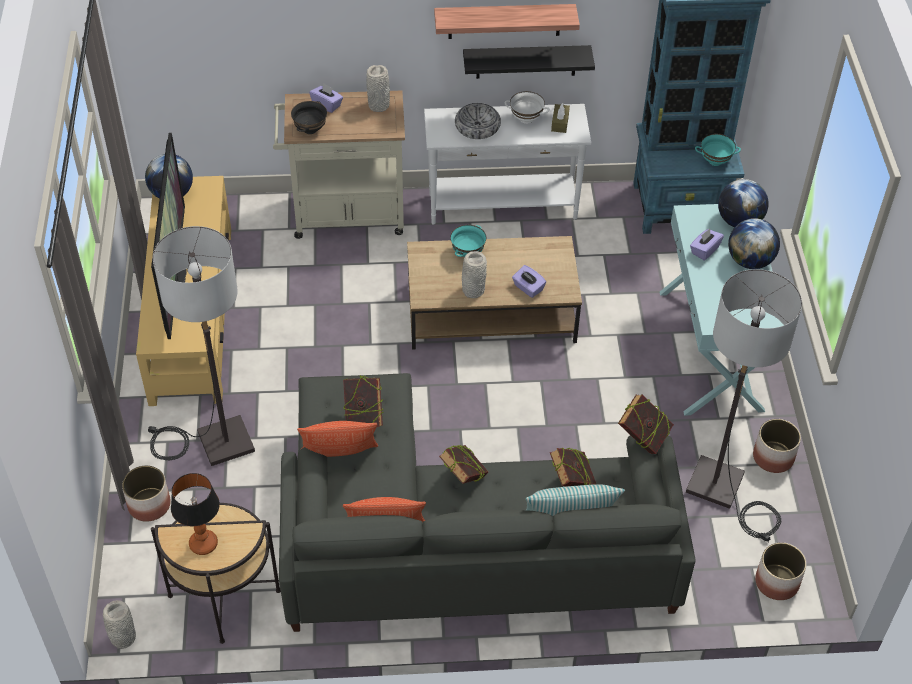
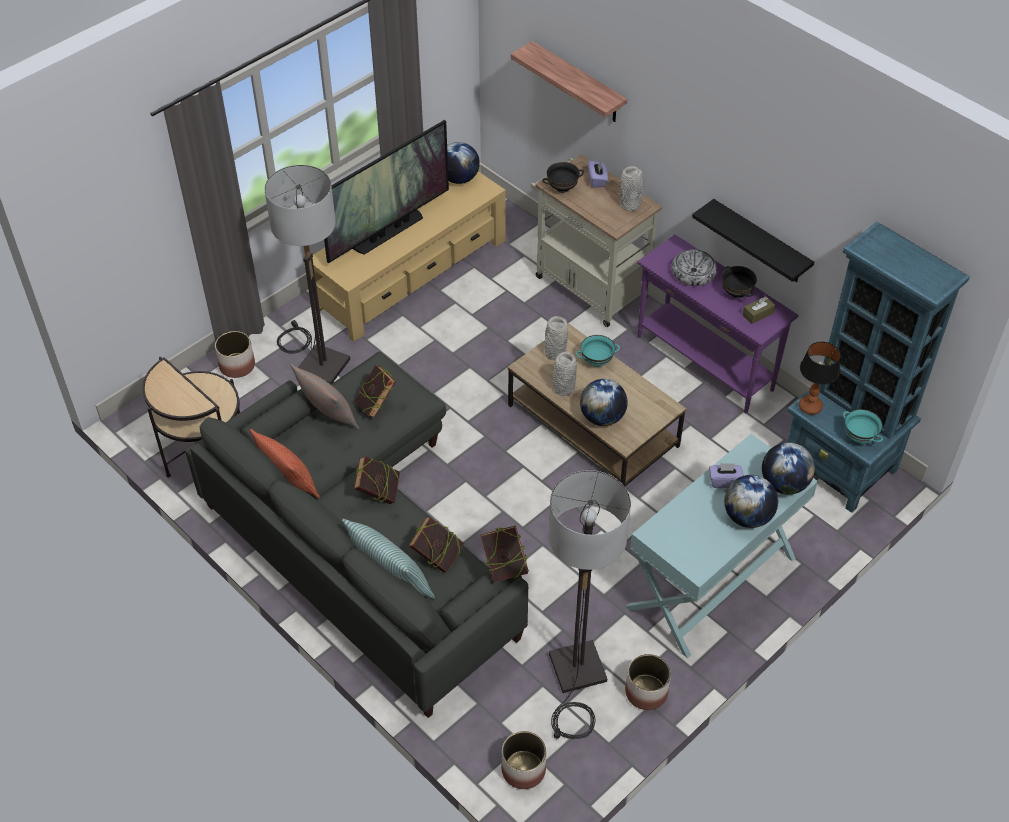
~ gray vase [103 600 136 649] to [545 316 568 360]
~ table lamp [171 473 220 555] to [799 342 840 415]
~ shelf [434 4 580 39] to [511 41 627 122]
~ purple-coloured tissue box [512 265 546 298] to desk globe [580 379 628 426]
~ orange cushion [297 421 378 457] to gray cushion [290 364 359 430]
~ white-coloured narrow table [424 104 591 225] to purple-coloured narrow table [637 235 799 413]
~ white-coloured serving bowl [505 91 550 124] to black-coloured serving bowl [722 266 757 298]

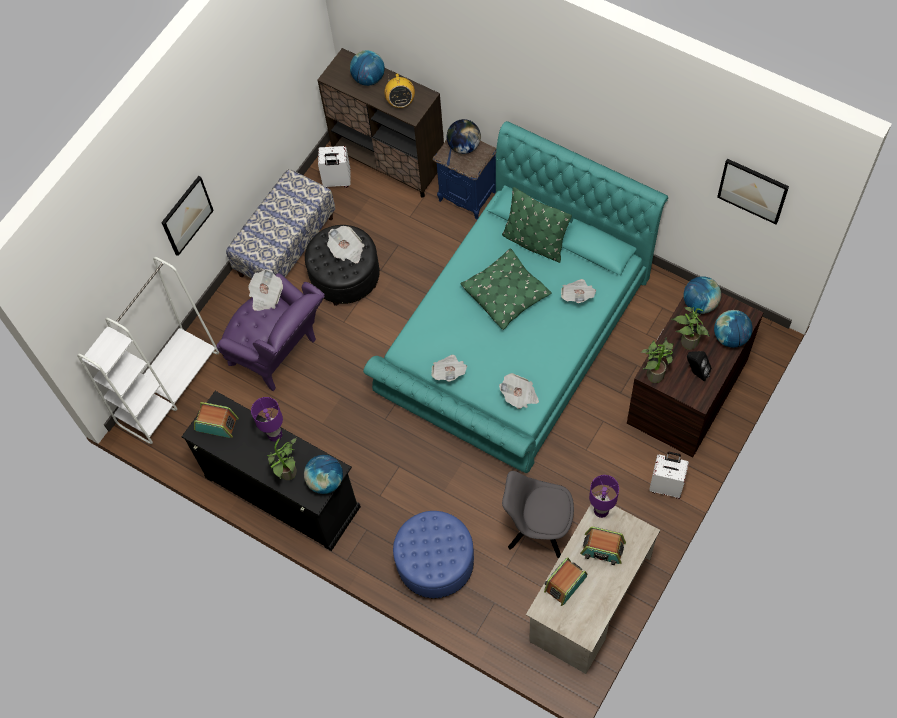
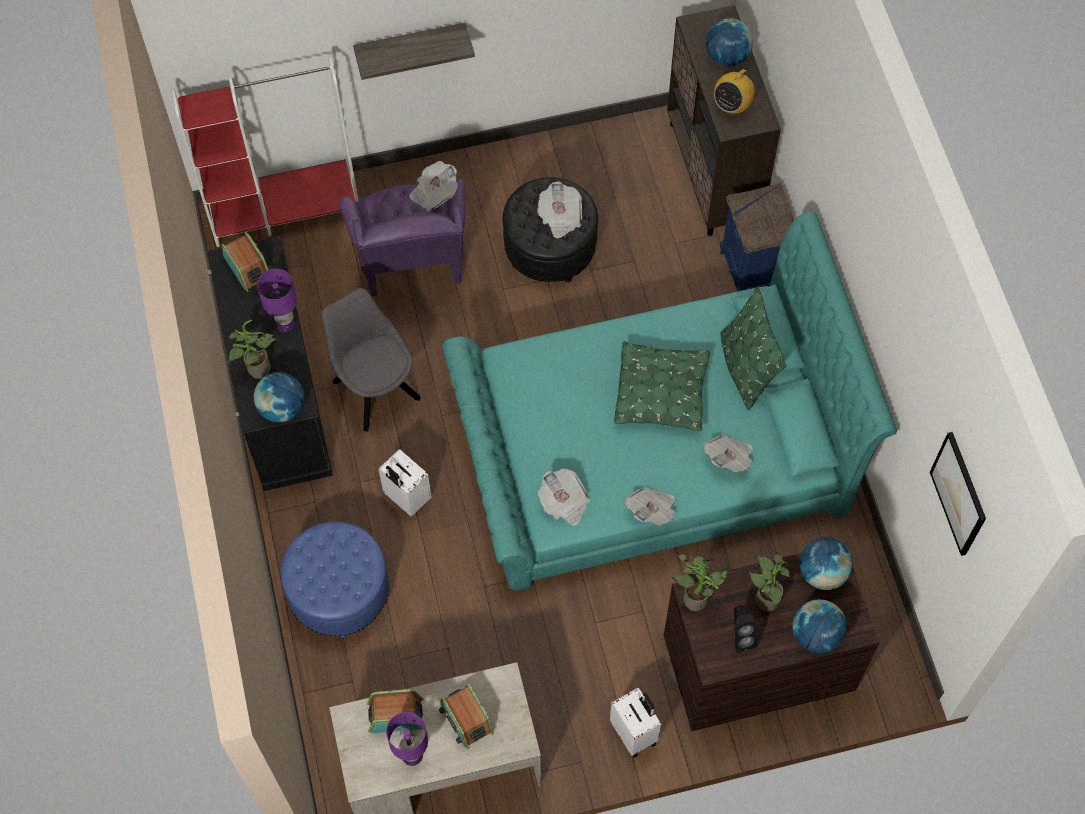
- indoor bench [226 169 335 278]
- desk globe [447 119 481 154]
~ white-coloured suitcase [318 146 351 188] to [378 449 431 517]
~ newspaper [431 355 467 382] to [626 486 675 525]
~ gray chair [502 471 574 559] to [321 288 421 432]
~ purple-coloured table lamp [589 475 619 518] to [386 712 428 766]
~ picture [161 176 214 256] to shelf [353 22 475 80]
~ white-coloured garment rack [77 257 219 444] to red garment rack [171 56 359 247]

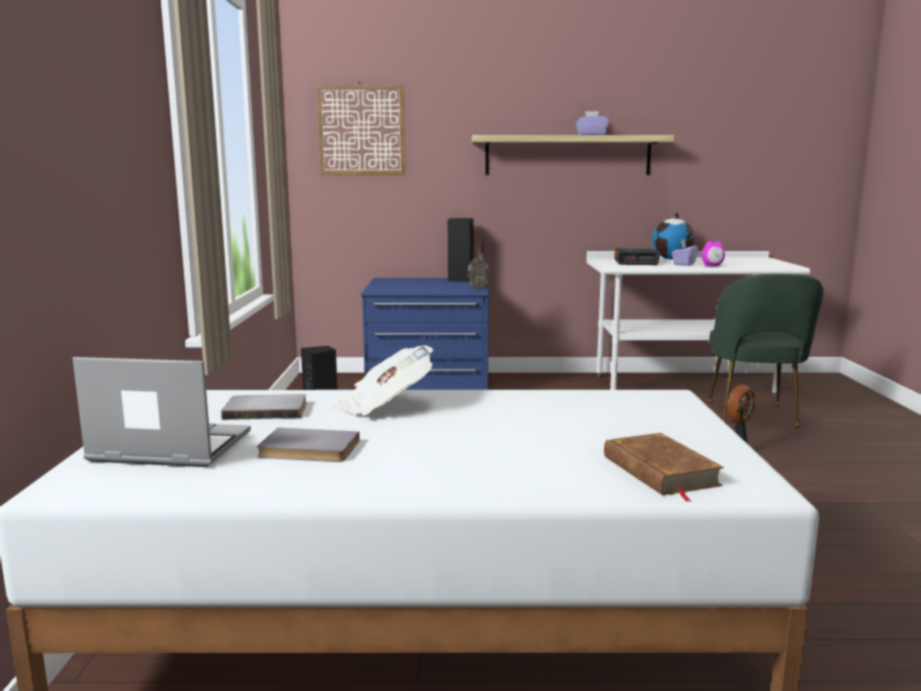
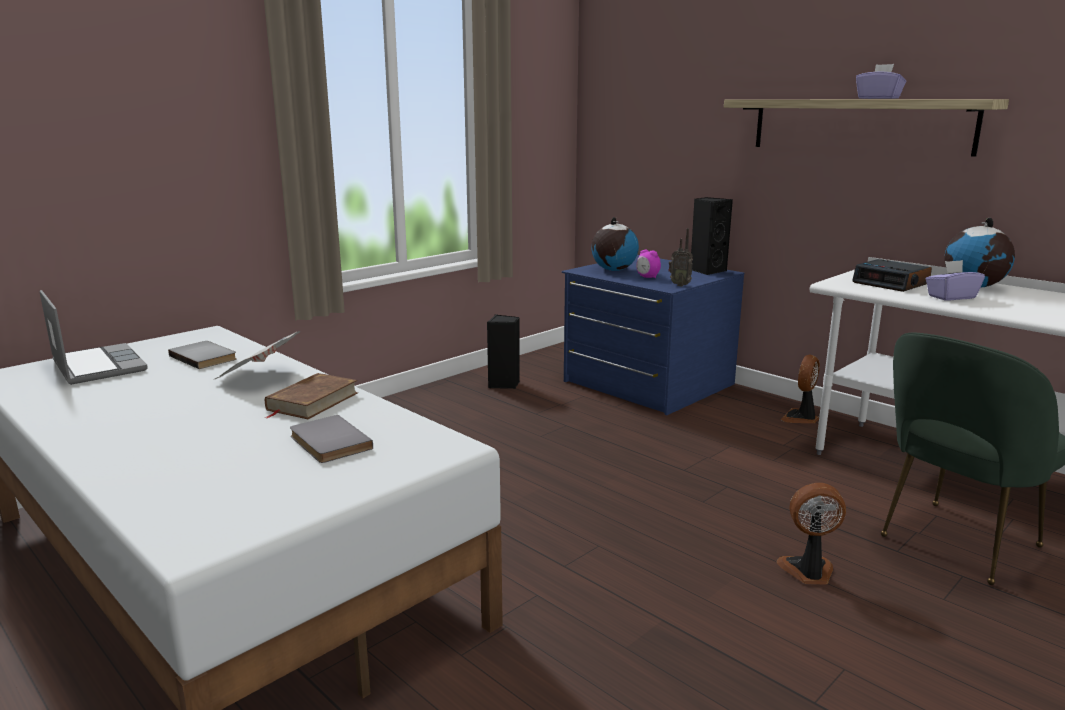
- picture [316 82 406 175]
+ desk globe [591 217 639 271]
+ fan [781 355 820 423]
~ gray book [257 428 360 462] to [290 415 373 463]
~ brown book [604 433 724 502] to [264 373 358 419]
~ alarm clock [702 241 725 266] to [636 250 661 278]

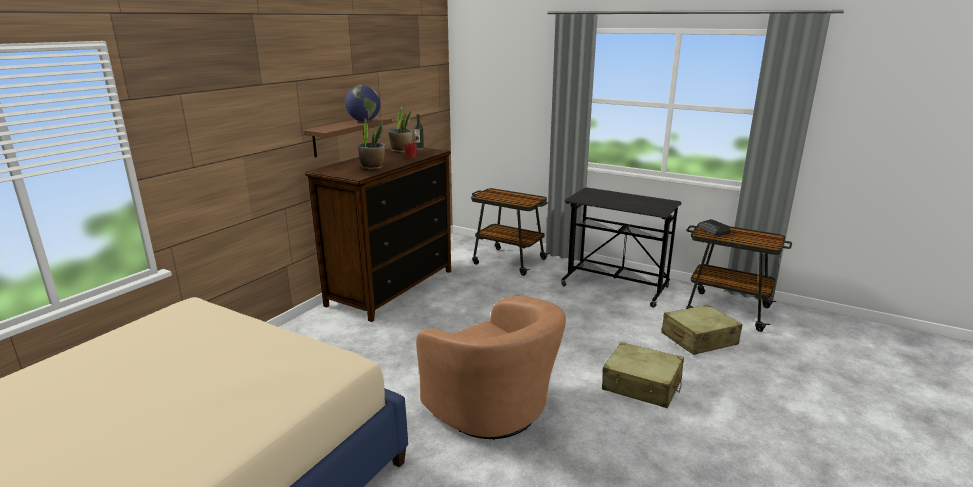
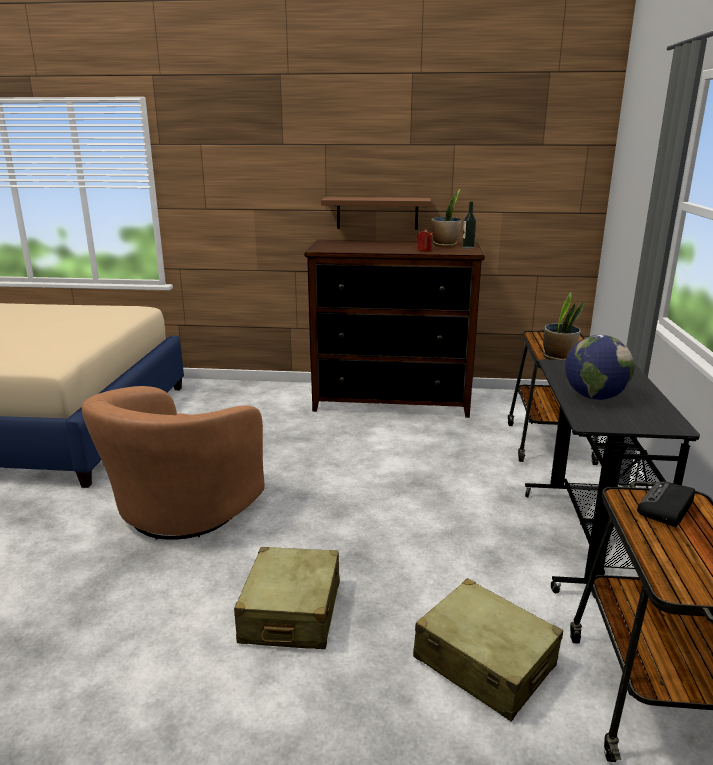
~ desk globe [345 85 381 121] to [565 335 634 400]
~ potted plant [358 118 385 170] to [543 292 584 360]

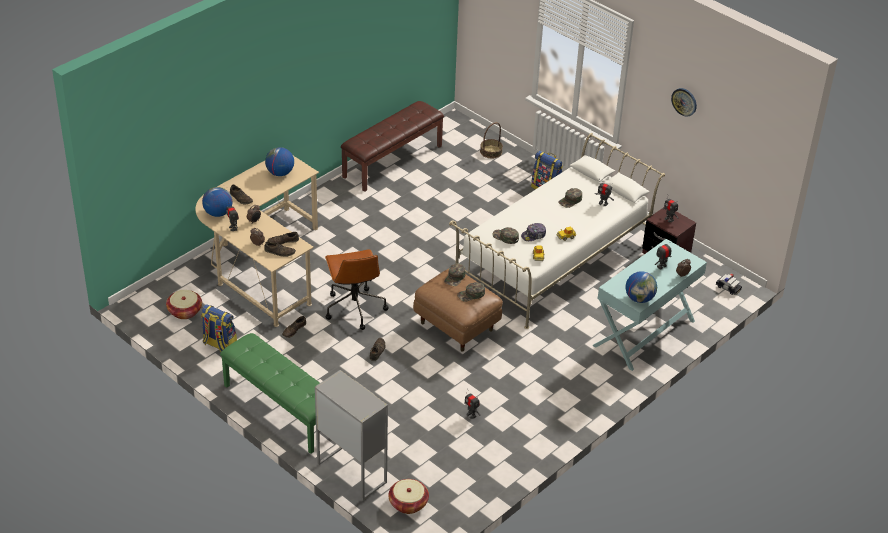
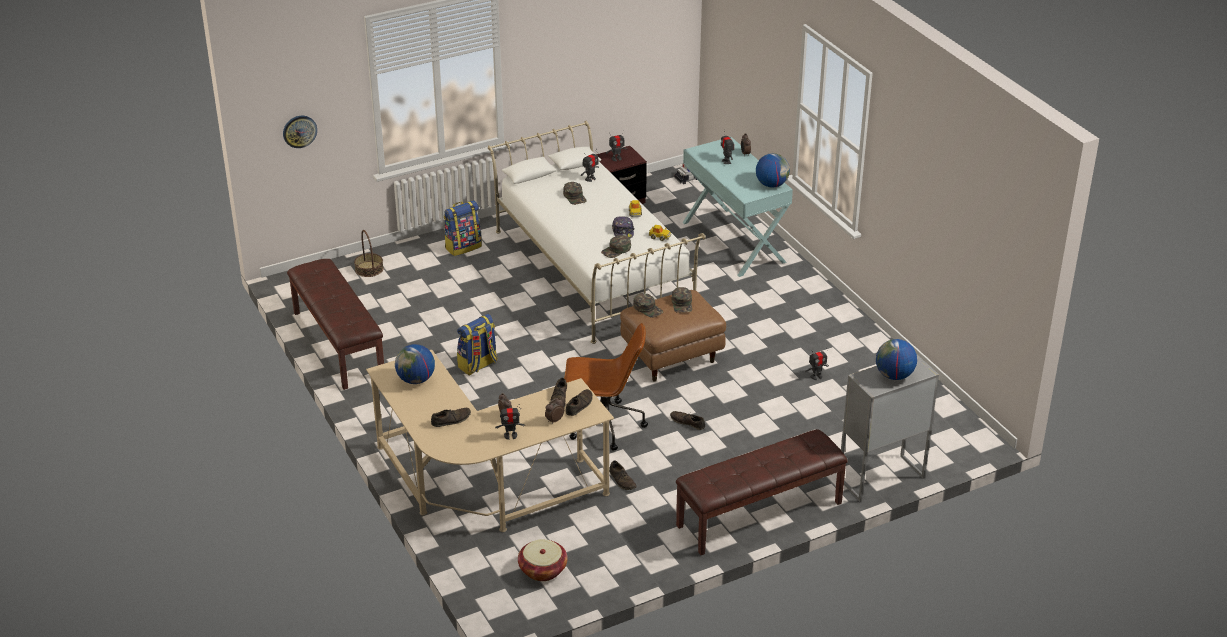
- household basket [388 479 429 514]
~ backpack [201 304 237 352] to [457 314 497 375]
~ desk globe [202 187 232 217] to [876 339 917 380]
~ clock on the wall [671 88 697 117] to [283 116 317 148]
~ green indoor bench [220 333 320 454] to brown indoor bench [676 429 848 555]

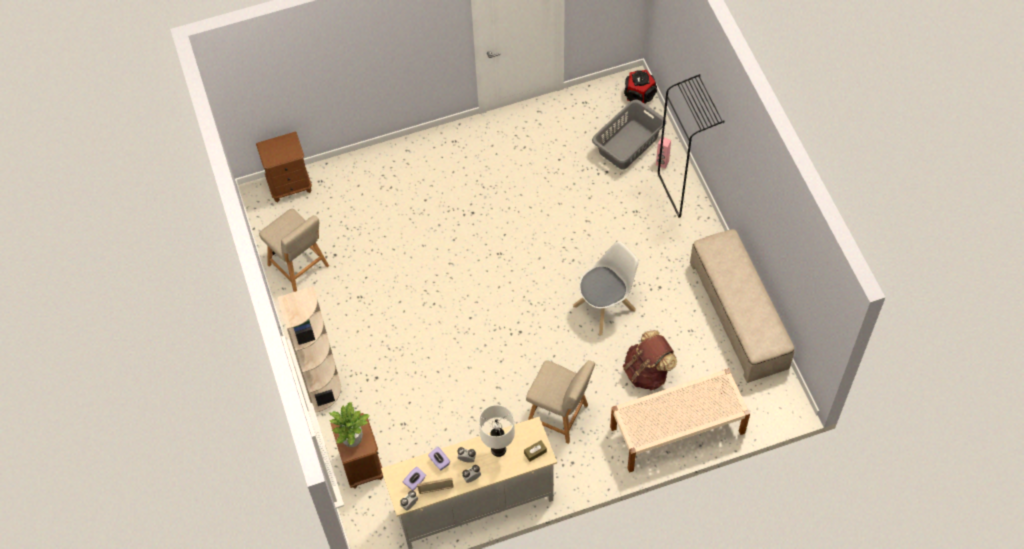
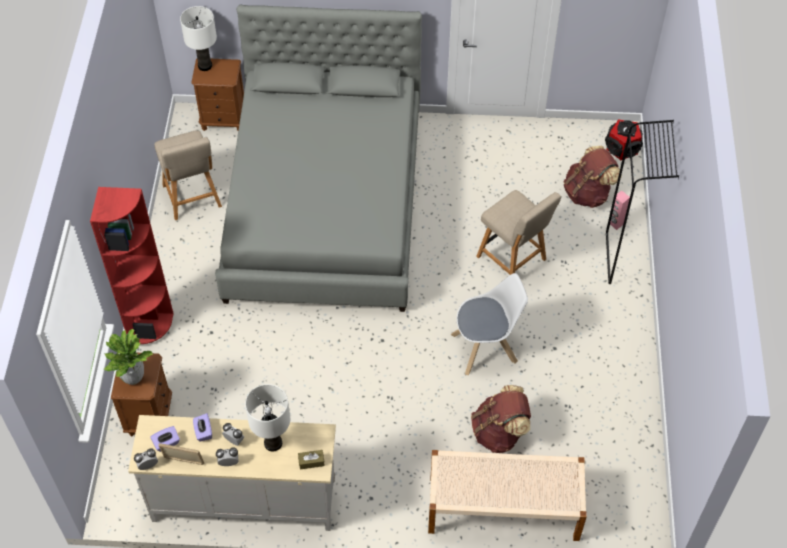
- sand-coloured indoor bench [690 229 795 383]
+ white-coloured table lamp [180 6 217 71]
+ gray bed [215 4 422 312]
~ sand-coloured chair [526 360 595 444] to [476 190 561 275]
~ gray washing basket [592 100 666 169] to brown backpack [563 146 622 208]
~ sand-coloured bookshelf [277 286 341 413] to red bookshelf [90 187 174 344]

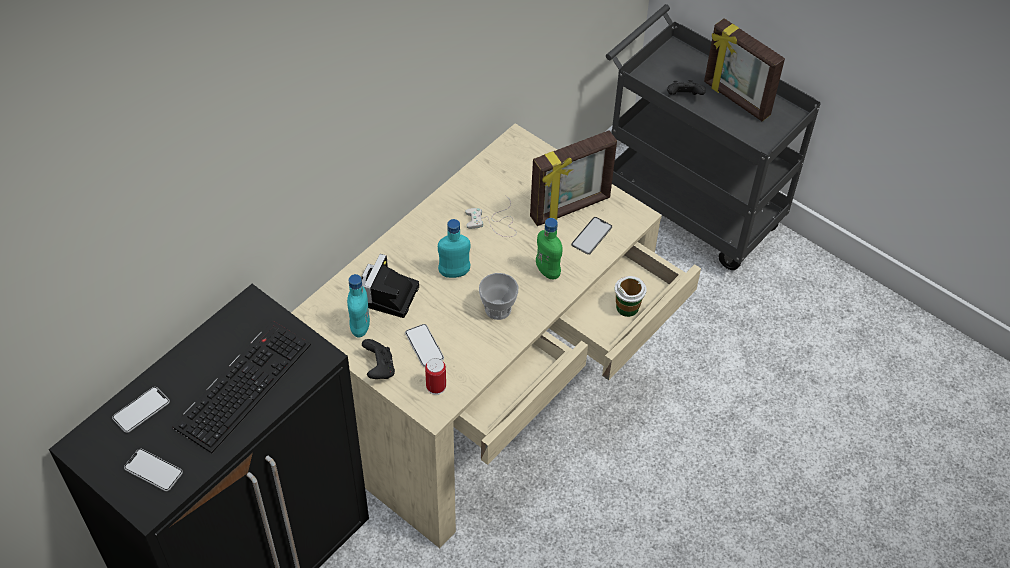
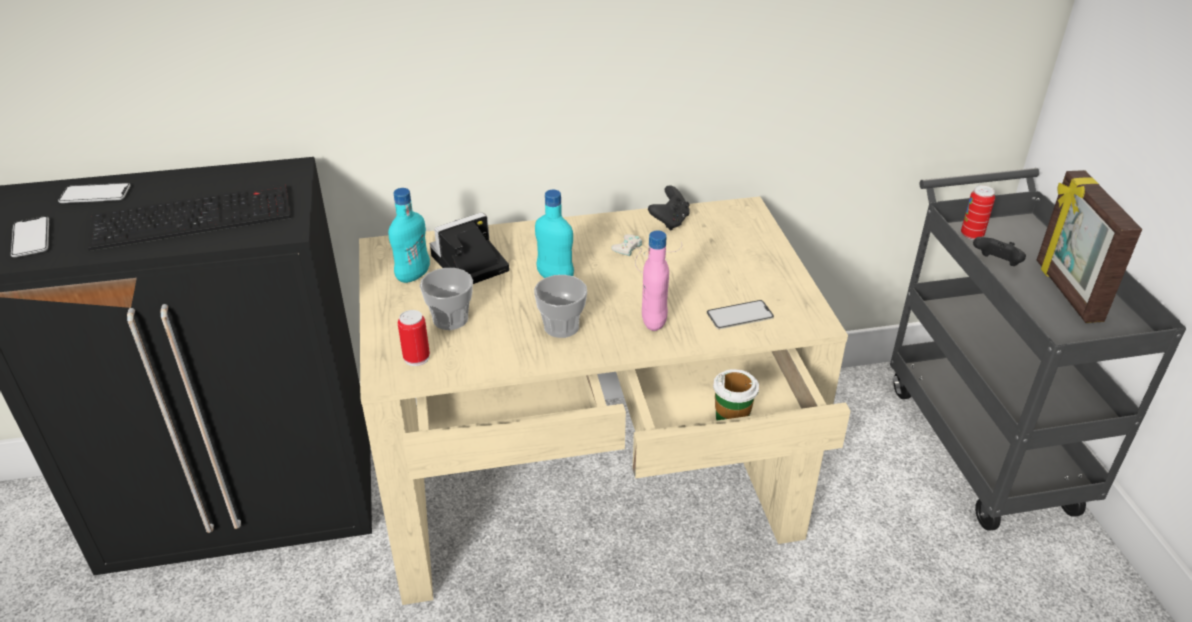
- picture frame [530 130 617 226]
+ metal can [961 185 995 240]
~ black-coloured gamepad [362 339 395 379] to [648 185 690 231]
~ handset [405 324 444 367] to cup [420 268 473 330]
~ green drink bottle [536 218 563 279] to pink-coloured drink bottle [642 231 669 331]

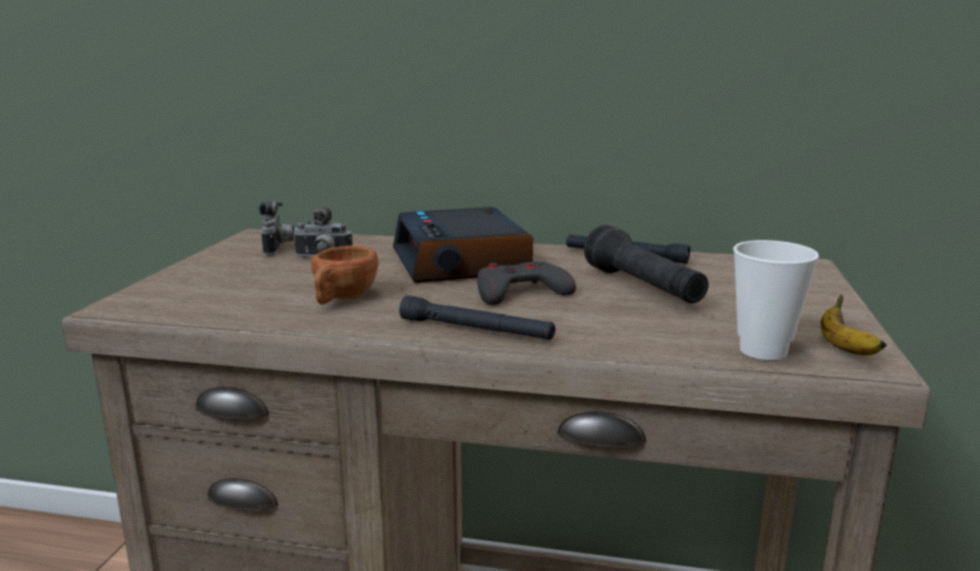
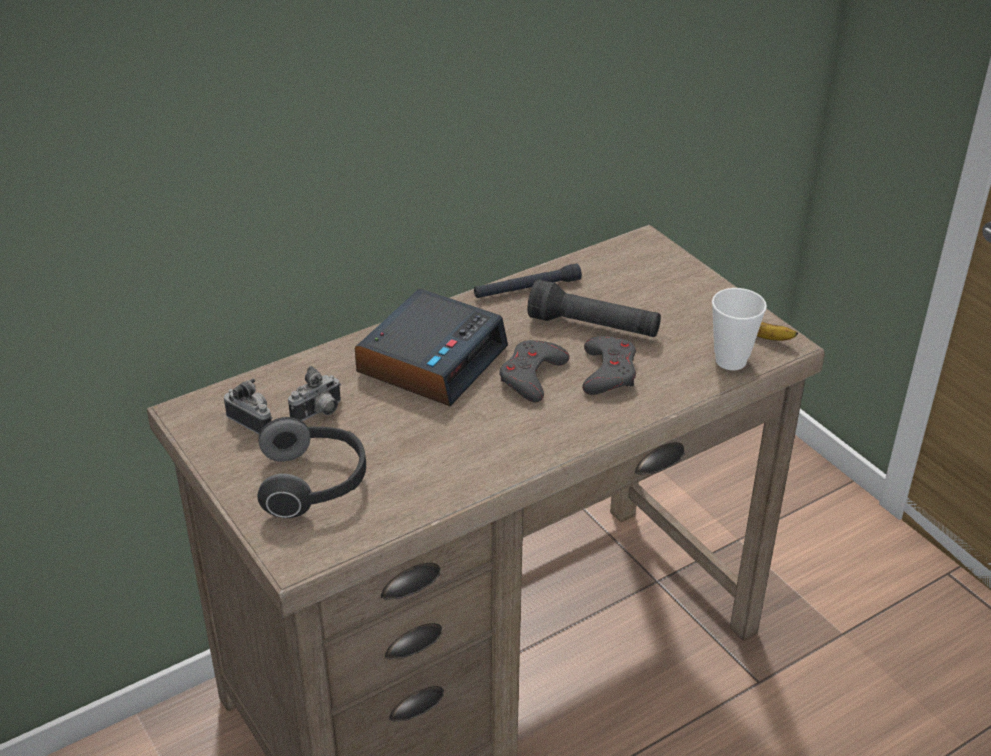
- brown cup [311 246 379 305]
- black-coloured torch [399 296 555 340]
+ headset [257 417 366 518]
+ gray gamepad [582 336 636 395]
~ alarm clock [393 207 533 283] = [355 289 508 406] 90 degrees counterclockwise

